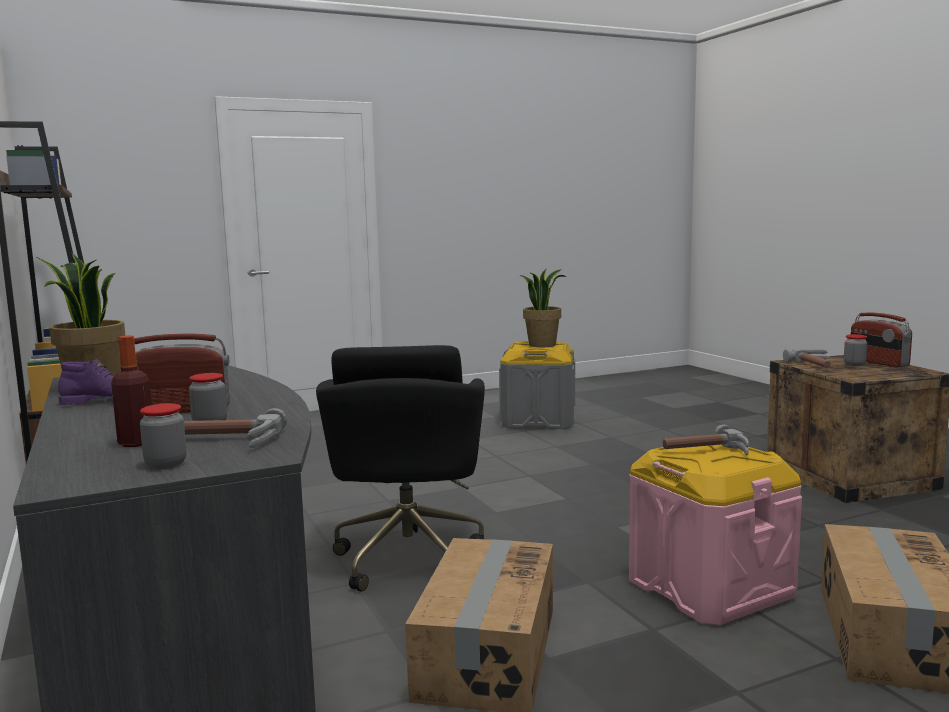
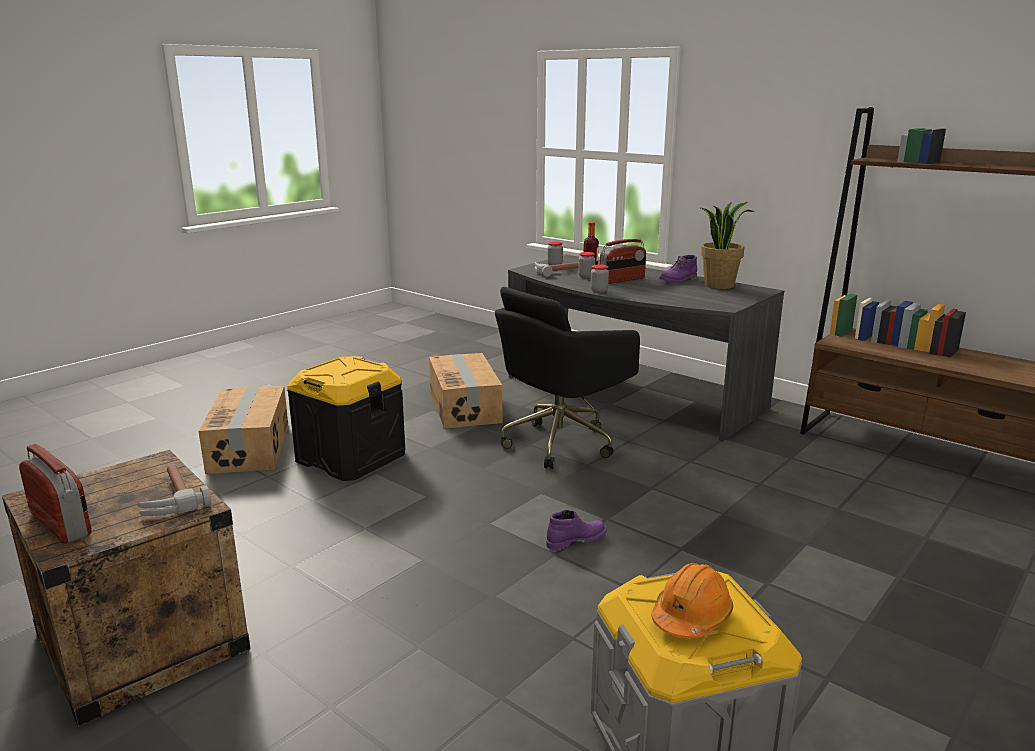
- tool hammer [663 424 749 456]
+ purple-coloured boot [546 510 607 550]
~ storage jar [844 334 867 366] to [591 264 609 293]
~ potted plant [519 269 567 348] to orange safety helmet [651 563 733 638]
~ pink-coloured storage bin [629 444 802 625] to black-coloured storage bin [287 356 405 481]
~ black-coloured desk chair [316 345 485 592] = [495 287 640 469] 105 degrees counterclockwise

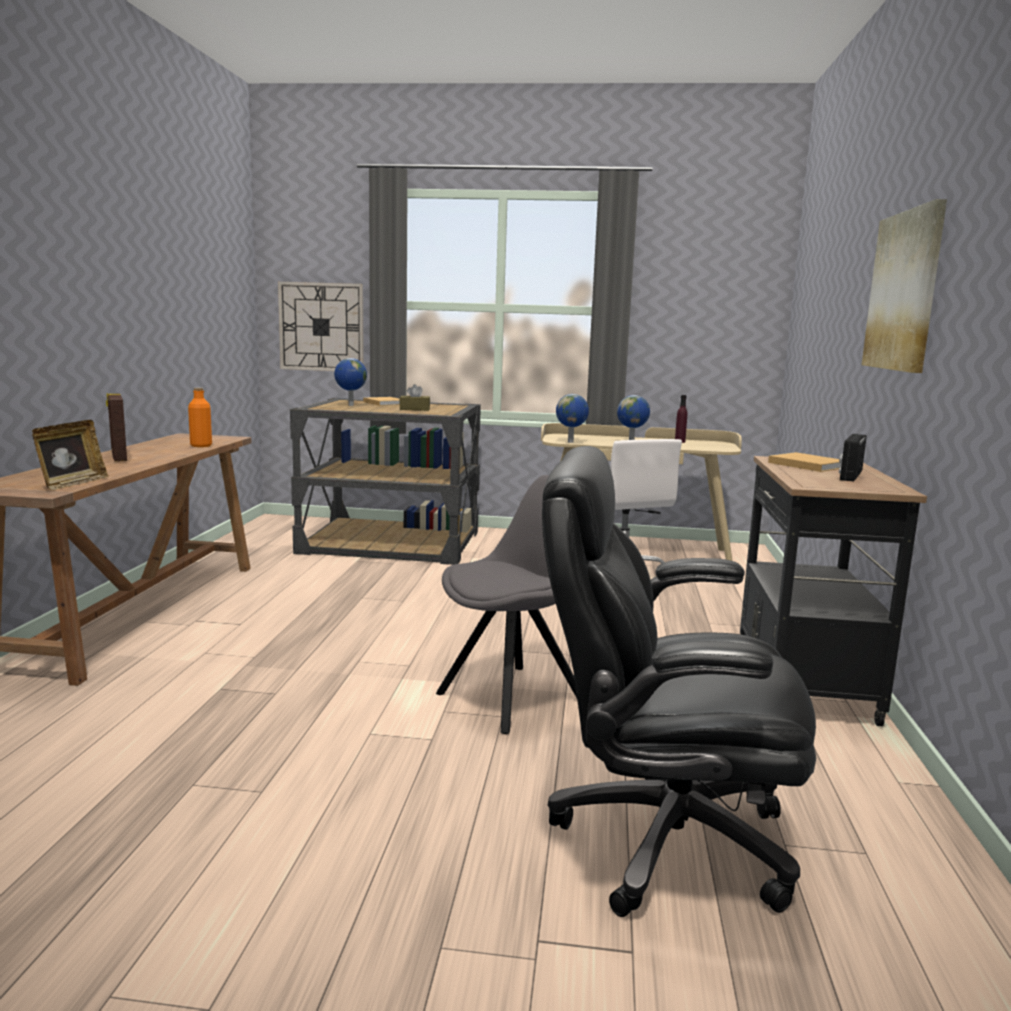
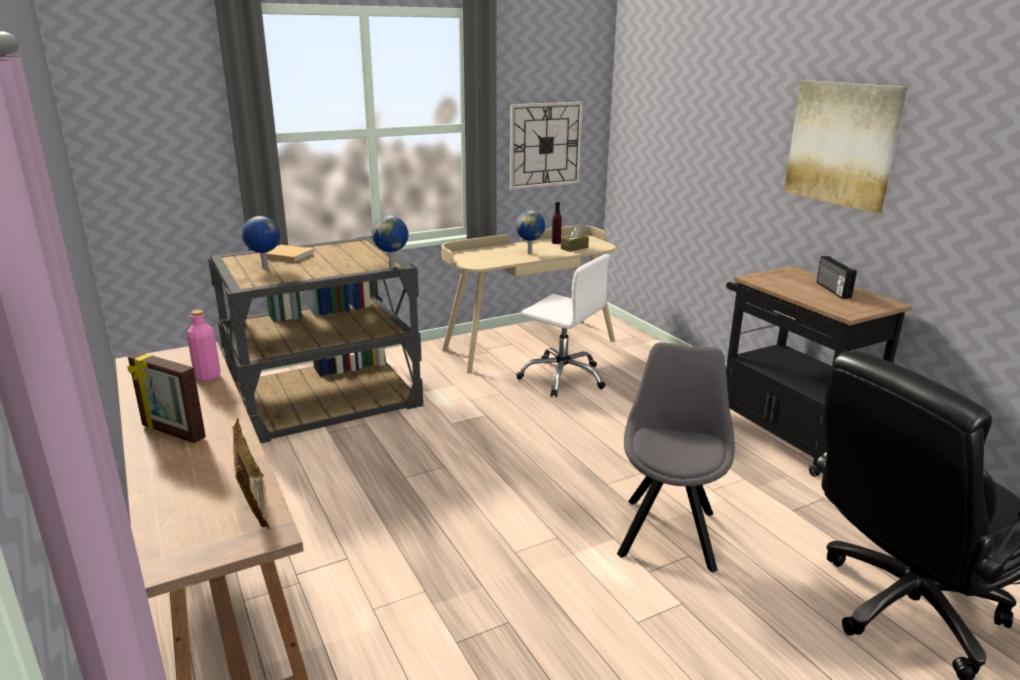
- sand-coloured book [768 452 842 472]
~ clock on the wall [278 282 364 371] to [510 102 583 190]
~ brown tissue box [399 384 430 411] to [561 227 589 252]
~ desk globe [556 394 589 443] to [372 216 409 269]
~ orange drink bottle [188 388 212 447] to pink-coloured drink bottle [187 310 221 381]

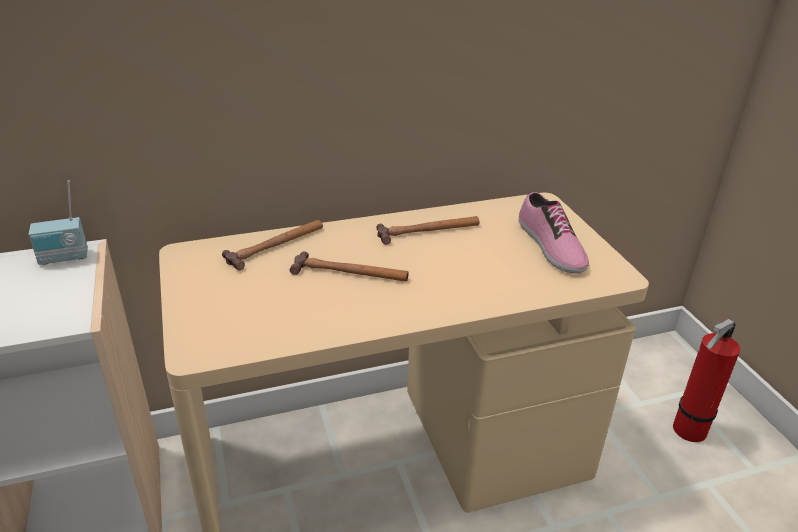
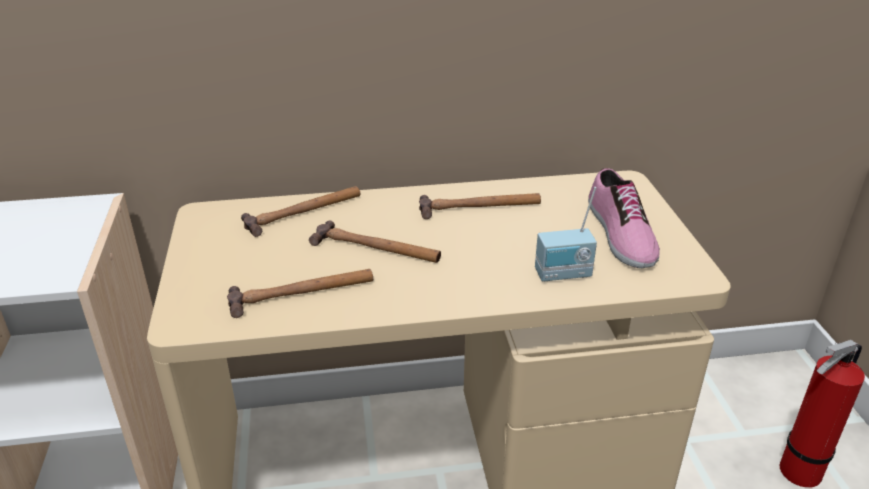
+ tool hammer [227 269 373 318]
~ radio receiver [28 180 88 265] to [535 187 597 281]

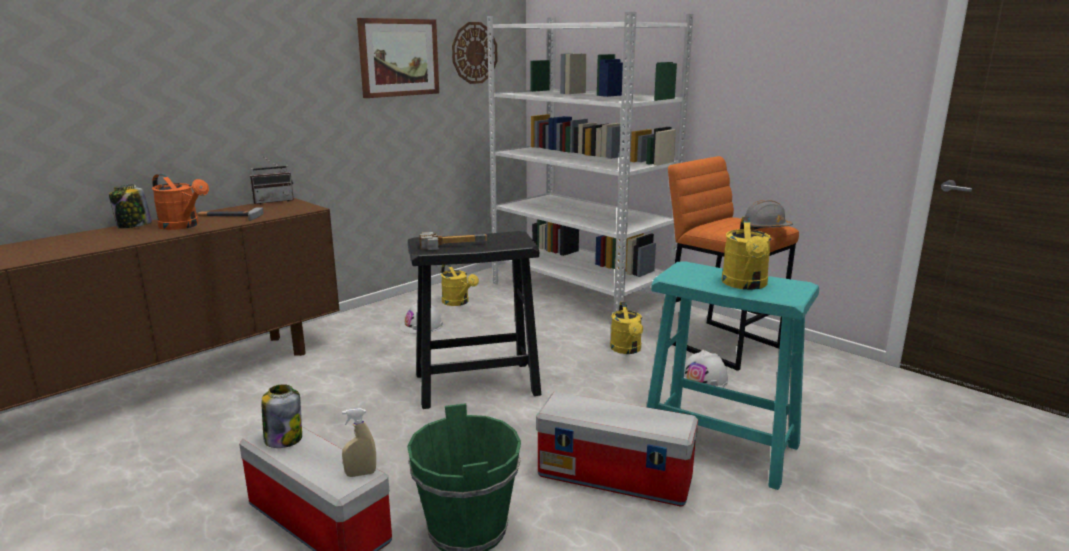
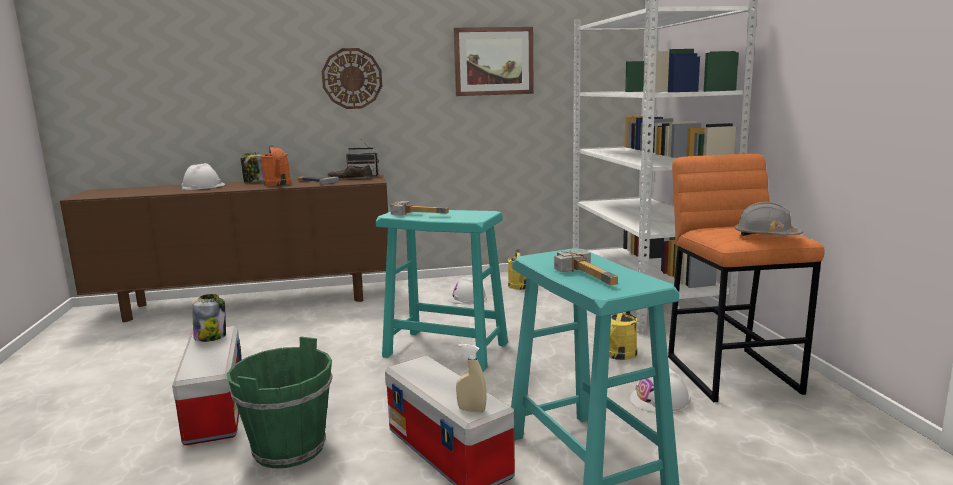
+ white-coloured safety helmet [181 163 225 190]
+ brown shoe [328 165 372 180]
~ sand-coloured sprayer [342 408 376 477] to [456 344 486 413]
~ clock on the wall [452 22 498 84] to [322 48 382 109]
~ yellow watering pot [722 217 772 290] to tool hammer [554 250 618 285]
~ black-coloured stool seat [408 231 541 409] to turquoise-coloured stool seat [376 210 508 372]

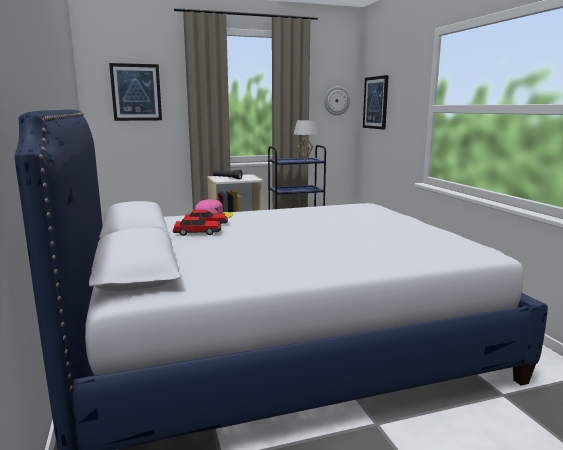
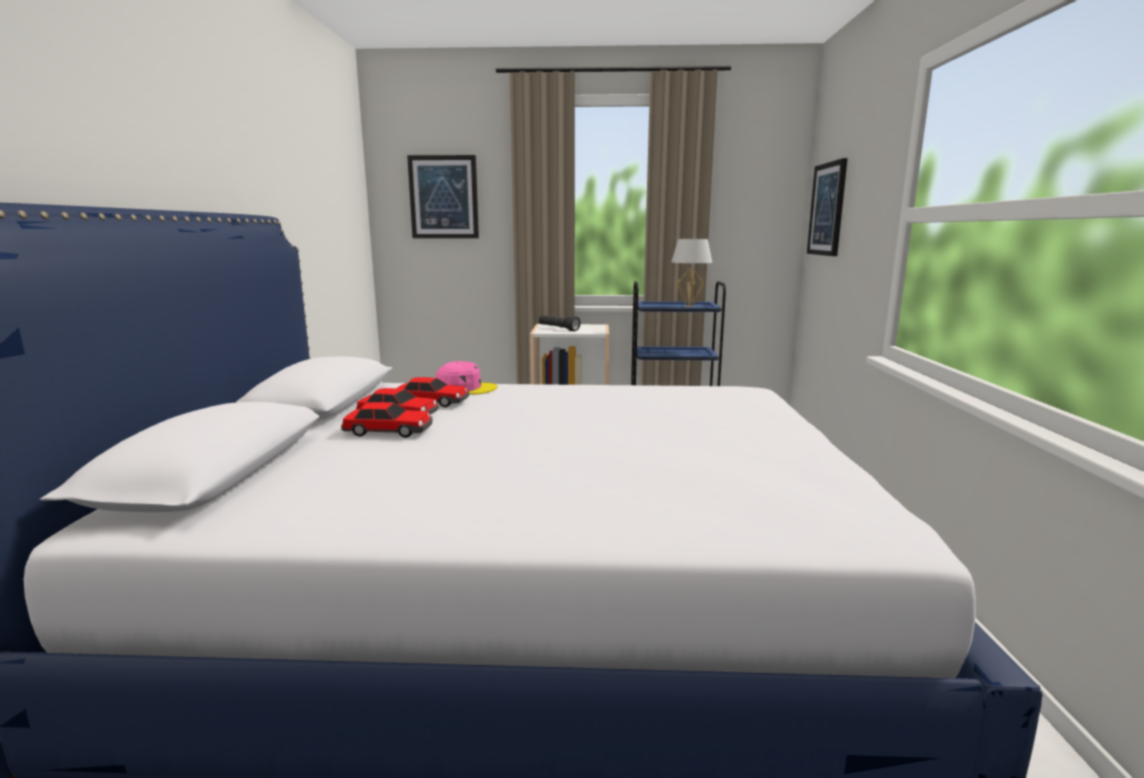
- clock on the wall [324 86 350 115]
+ miniature car [341 402 433 438]

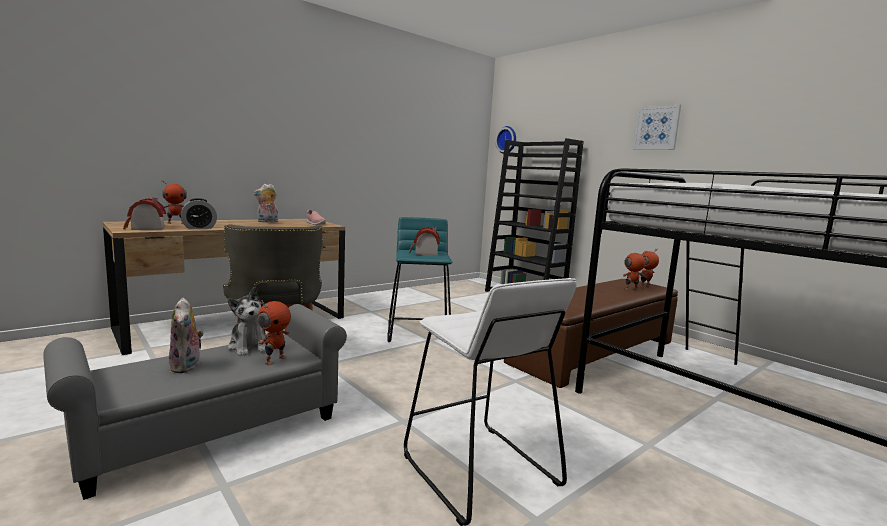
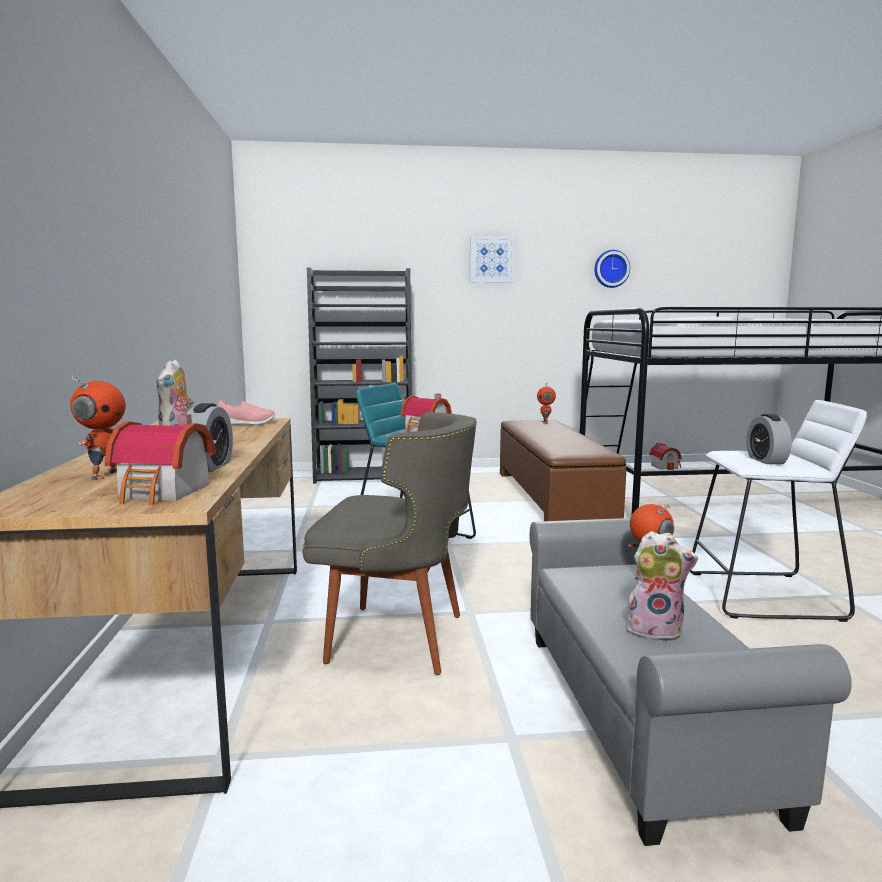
- plush toy [228 288 266 356]
- robot figure [623 251 647 290]
+ model house [649 443 682 470]
+ alarm clock [746 414 792 464]
~ clock on the wall [495 126 516 154] to [594 250 630 288]

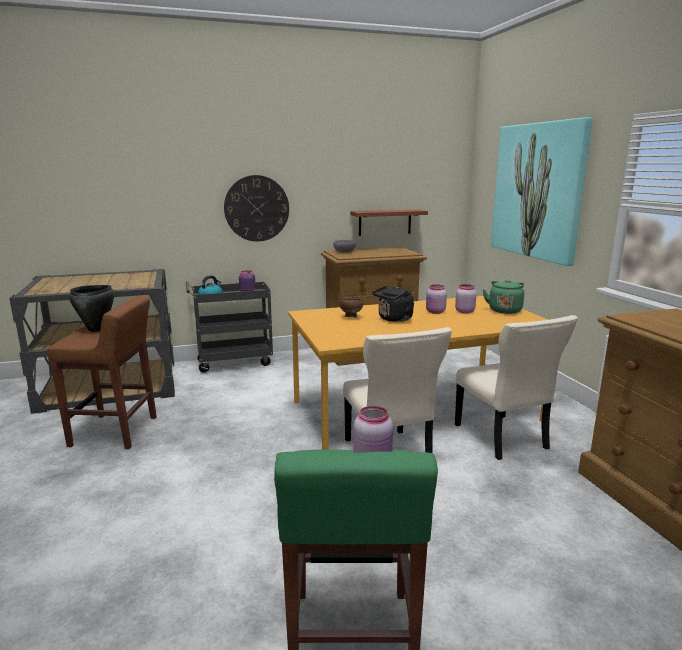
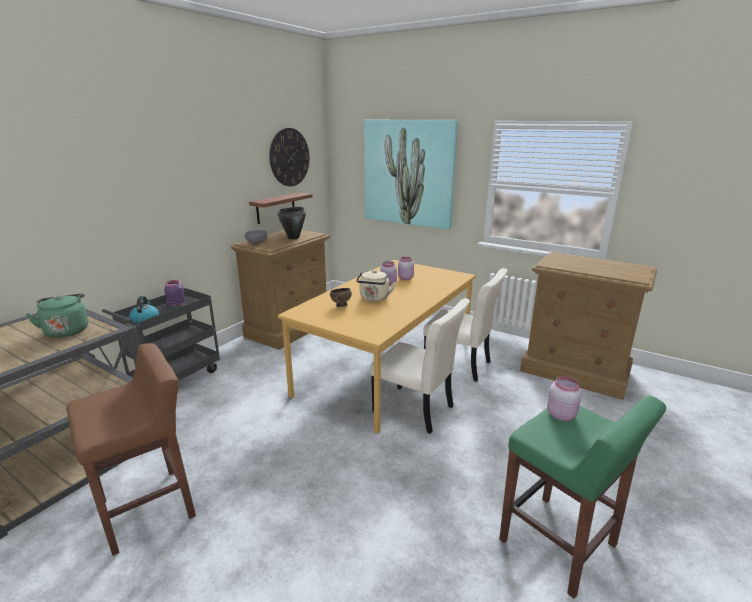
~ black-coloured saucepot [69 285 115 332] to [278 207 306 239]
~ clock on the wall [224 175 289 242] to [269 128 309 186]
~ green kettle [483 280 524 314] to [26 293 88 338]
~ black-coloured kettle [372 285 414 322] to sand-coloured kettle [356 270 395 302]

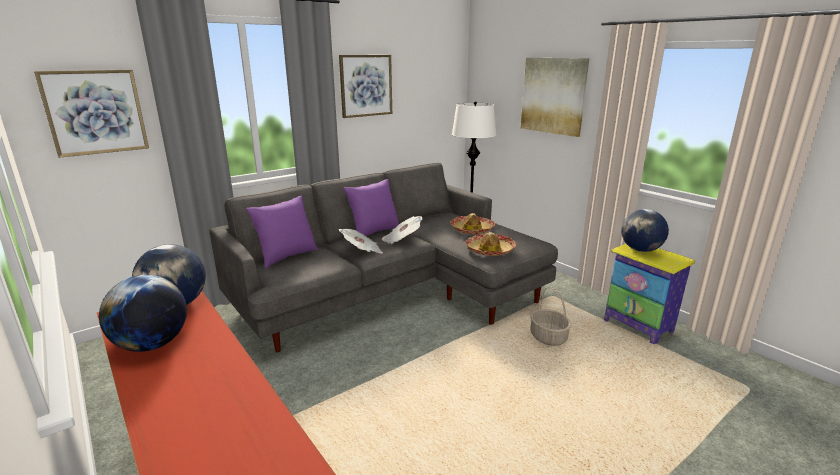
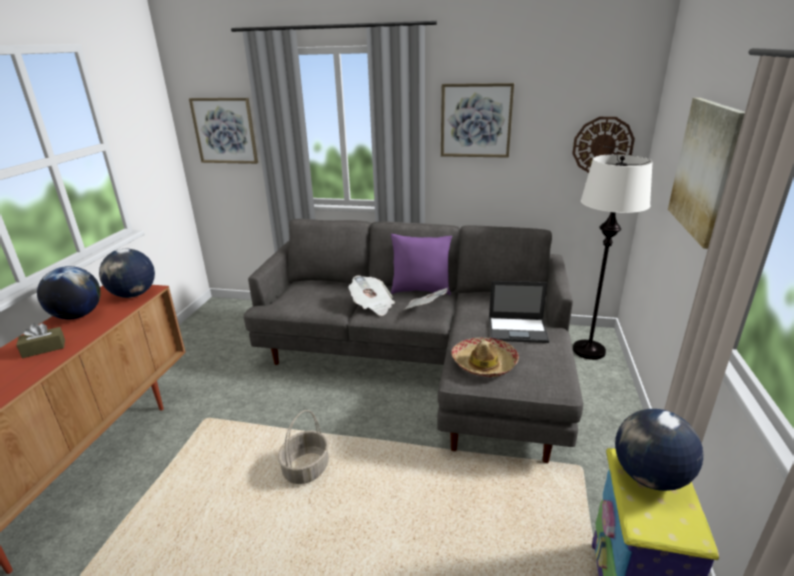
- purple-coloured cushion [246 196 318 268]
+ brown tissue box [16 323 65 358]
+ clock on the wall [572 117 635 173]
~ household basket [530 286 571 346] to [278 410 329 484]
~ wearable hat [450 213 495 235] to notebook computer [489 281 549 343]

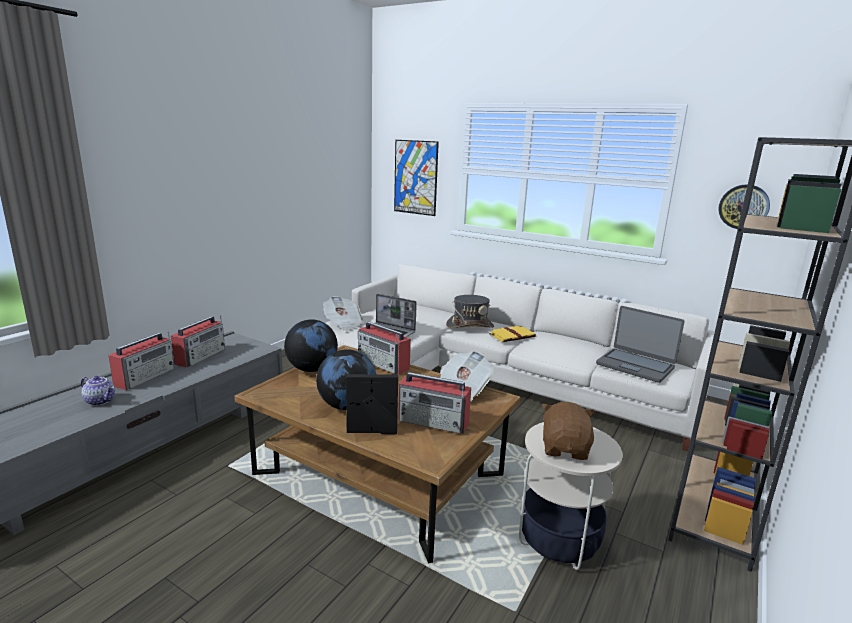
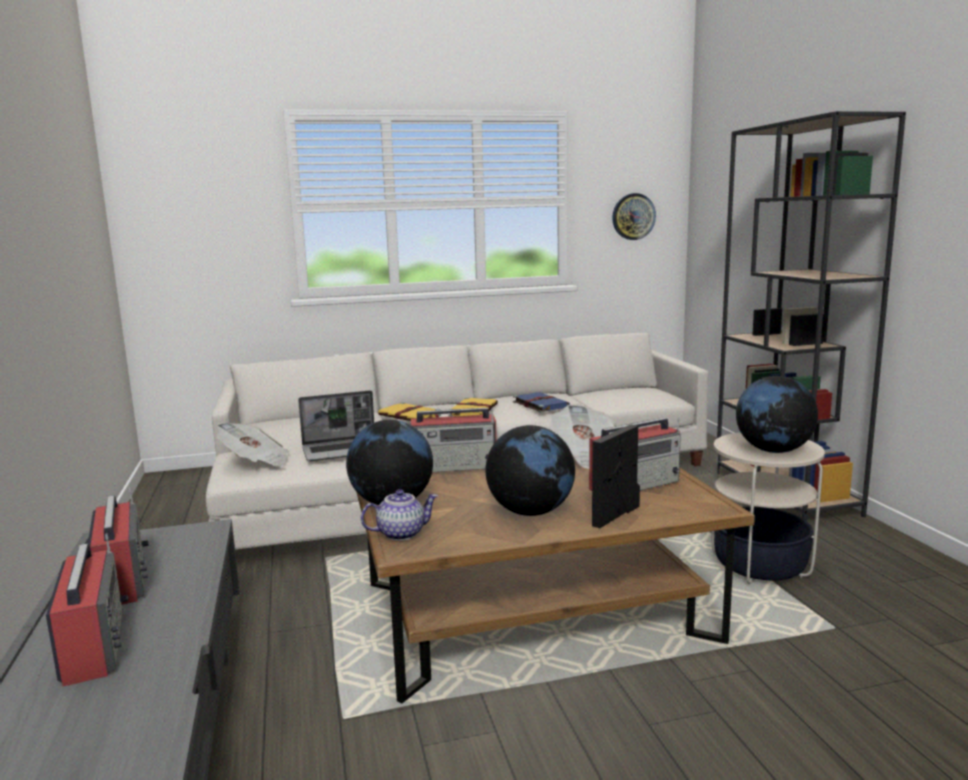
- picture [394 140 439 216]
- notebook computer [596 306 684 383]
+ blue book [513 392 570 413]
~ pot for tea [81 376 115 406] to [361 489 438 541]
~ gray wearable hat [446 295 494 328] to yellow book [378 402 441 421]
~ brown plush toy [542 402 595 460] to desk globe [736 376 818 453]

